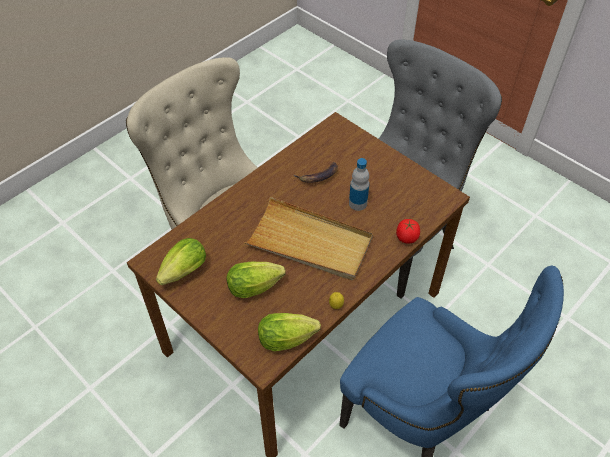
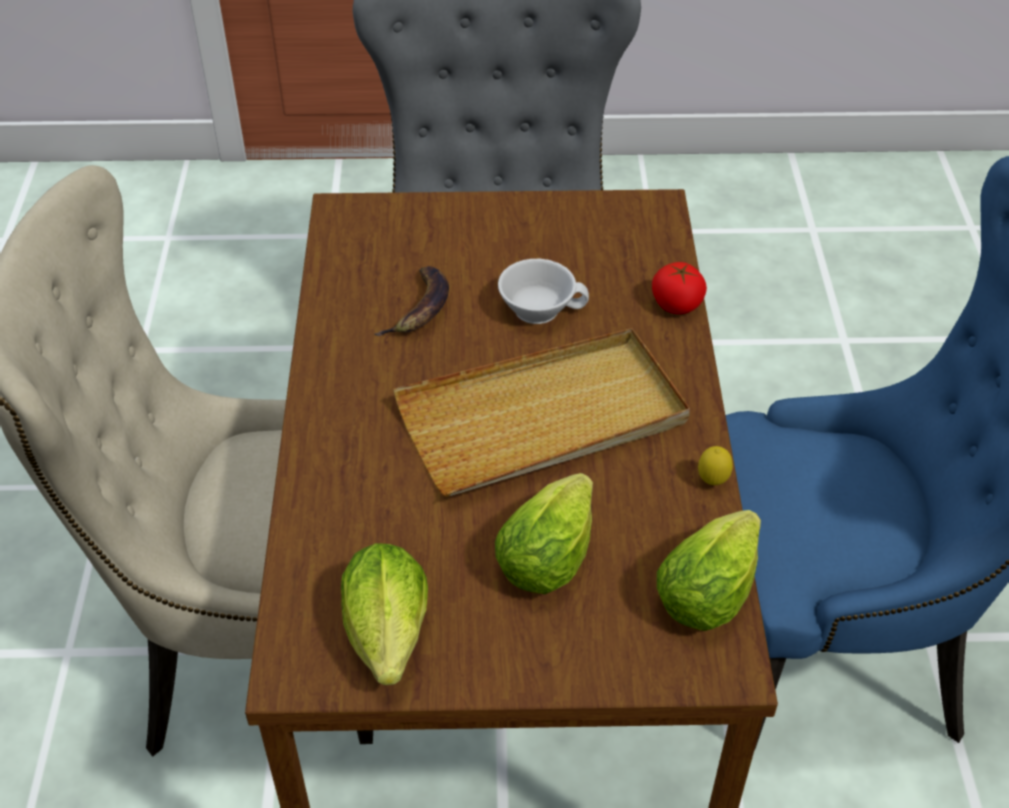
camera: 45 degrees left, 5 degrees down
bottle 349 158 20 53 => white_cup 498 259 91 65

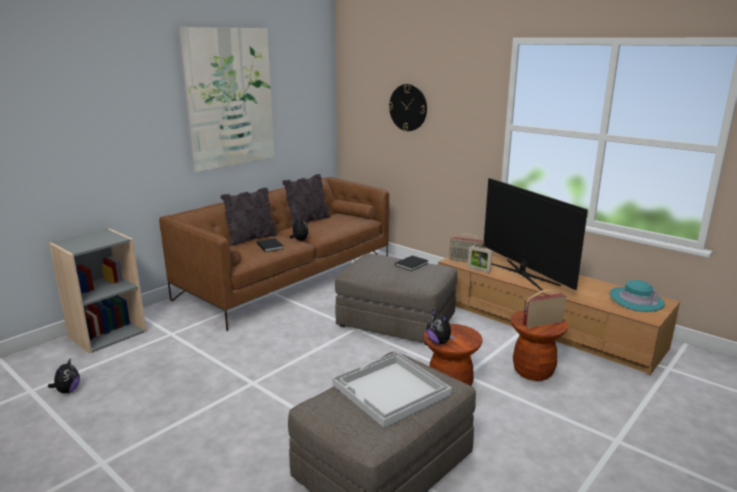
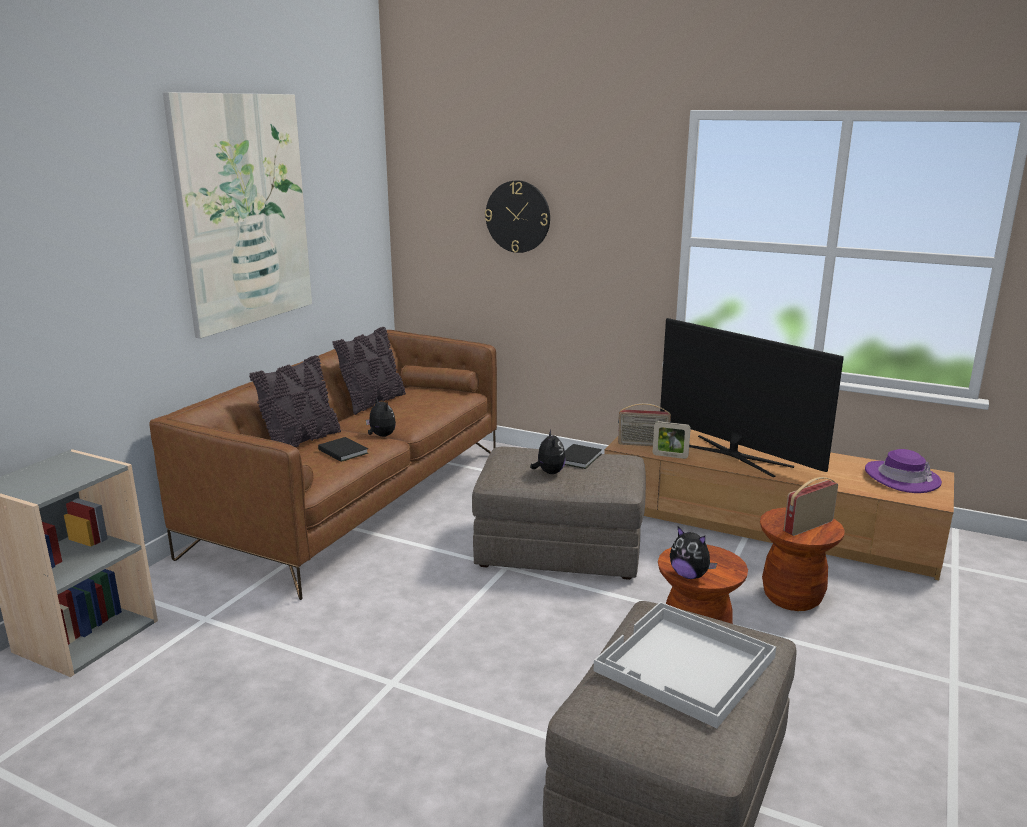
camera: 15 degrees left, 0 degrees up
plush_toy 48 359 32 34 => plush_toy 530 430 36 44, move
turquoise_hat 610 280 55 32 => purple_hat 865 449 77 44

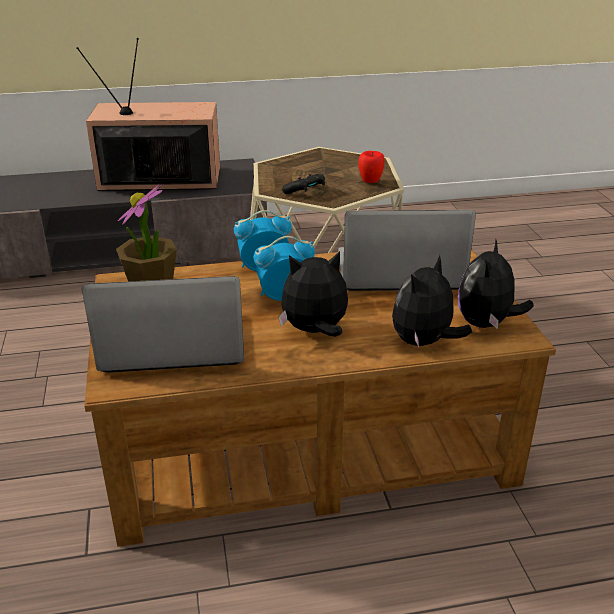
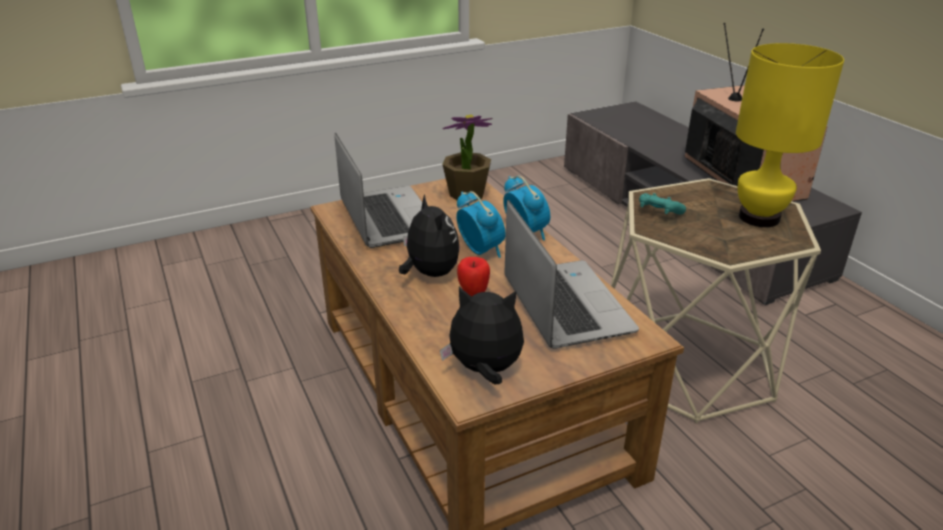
camera: 75 degrees right, 0 degrees up
black_game_controller 282 174 43 20 => turquoise_game_controller 639 193 47 22
apple 359 151 26 32 => apple 457 257 33 40, move
plush_toy 392 255 80 92 => nothing
nothing => yellow_table_lamp 736 43 108 184

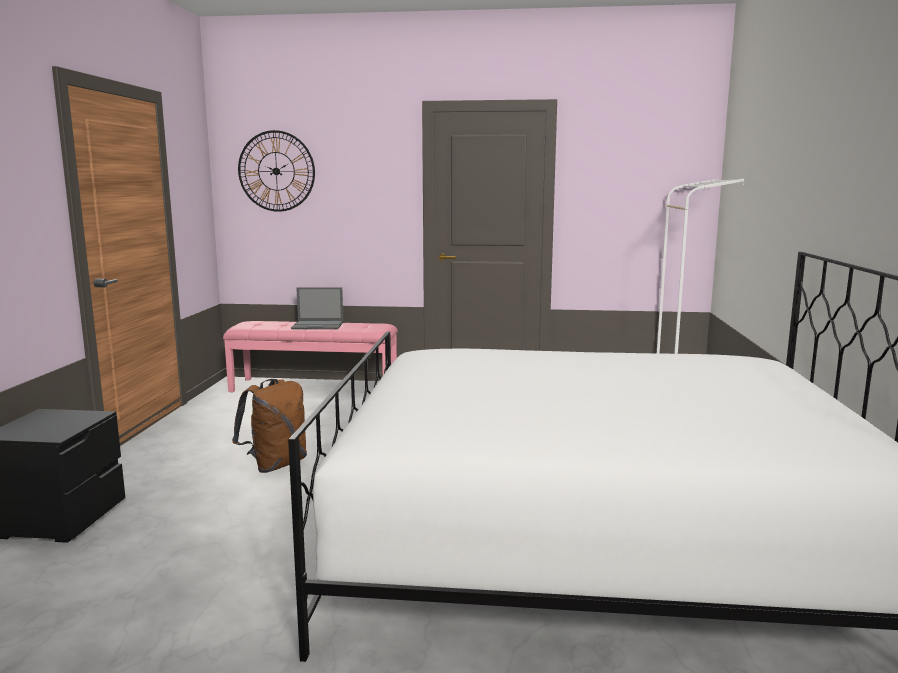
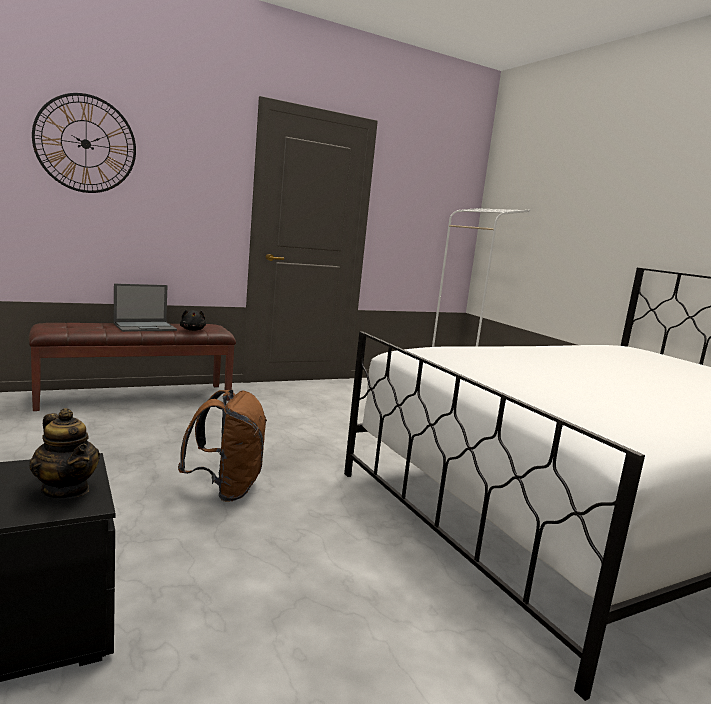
camera: 35 degrees left, 0 degrees up
pink_bench 223 321 175 71 => brown_bench 29 323 207 88
nothing => teapot 29 408 71 91
nothing => black_plush_toy 180 310 26 21

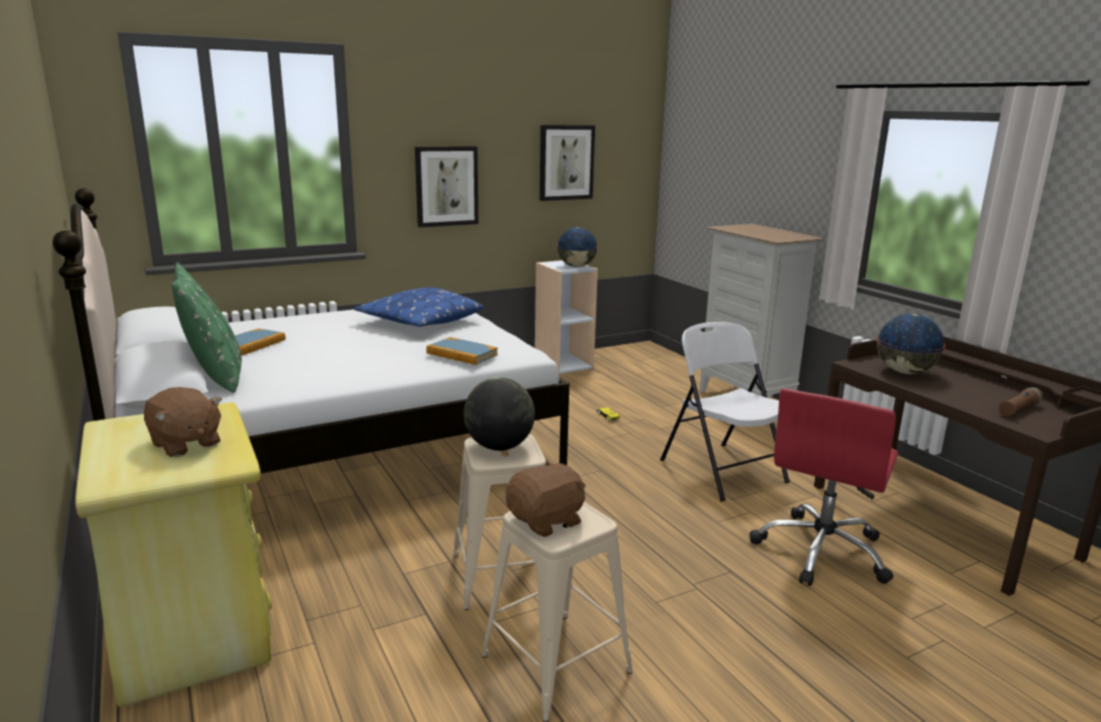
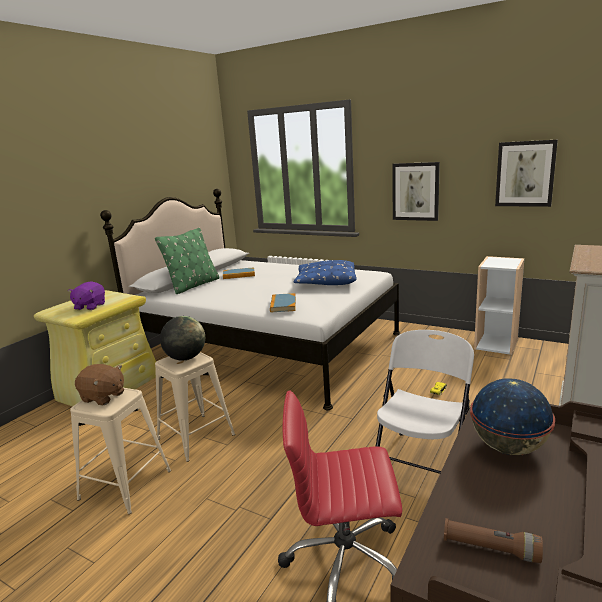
camera: 60 degrees right, 0 degrees up
brown_plush_toy 144 387 78 70 => purple_plush_toy 68 281 37 29
globe 557 227 41 40 => nothing

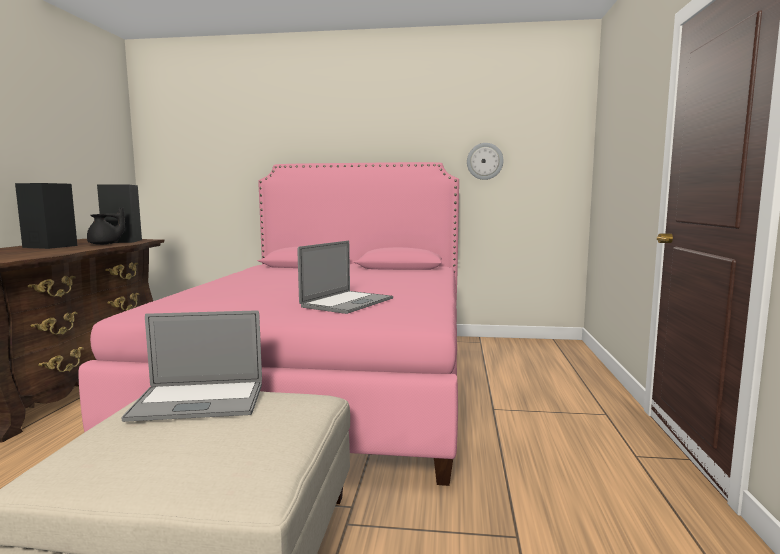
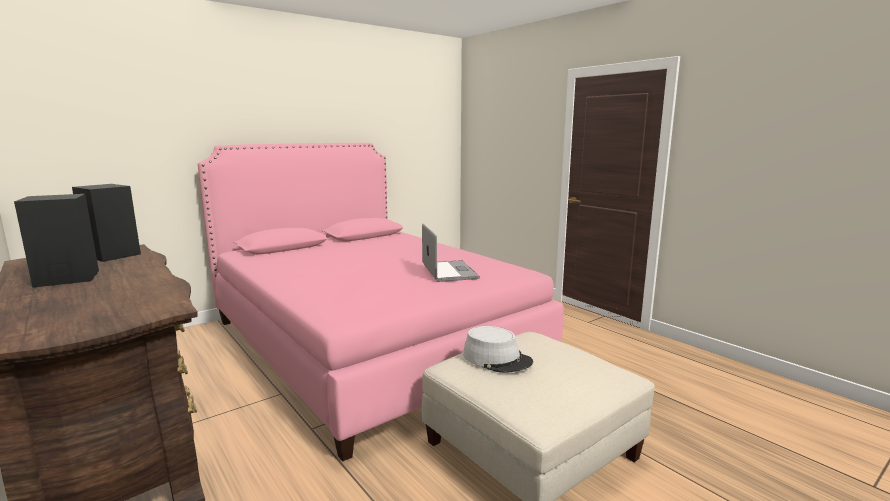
camera: 45 degrees left, 5 degrees up
black_teapot 87 207 38 38 => nothing
laptop 122 310 140 112 => grey_hat 463 326 70 47
wall_clock 467 143 37 37 => nothing

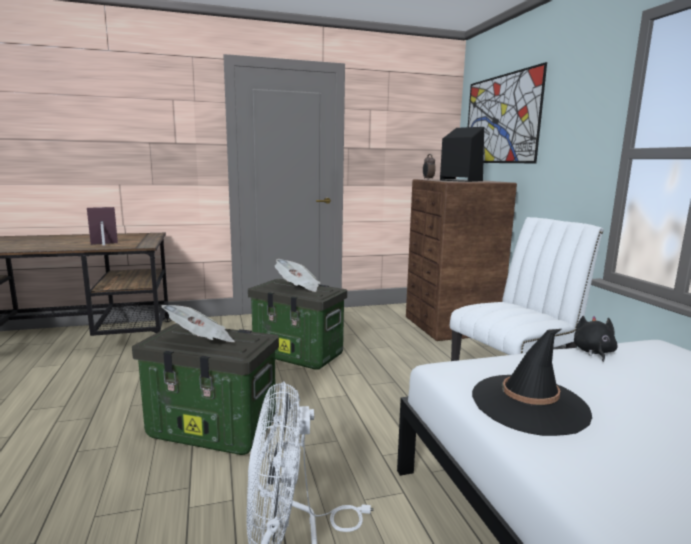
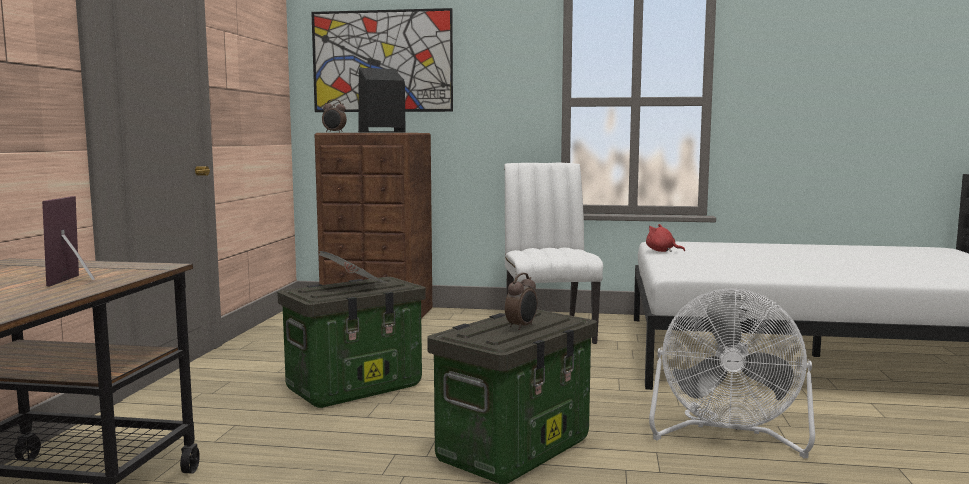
camera: 65 degrees left, 5 degrees down
newspaper 161 305 74 37 => alarm_clock 505 273 32 57
black_hat 472 329 120 107 => nothing
black_plush_toy 574 316 44 46 => red_plush_toy 646 224 39 28

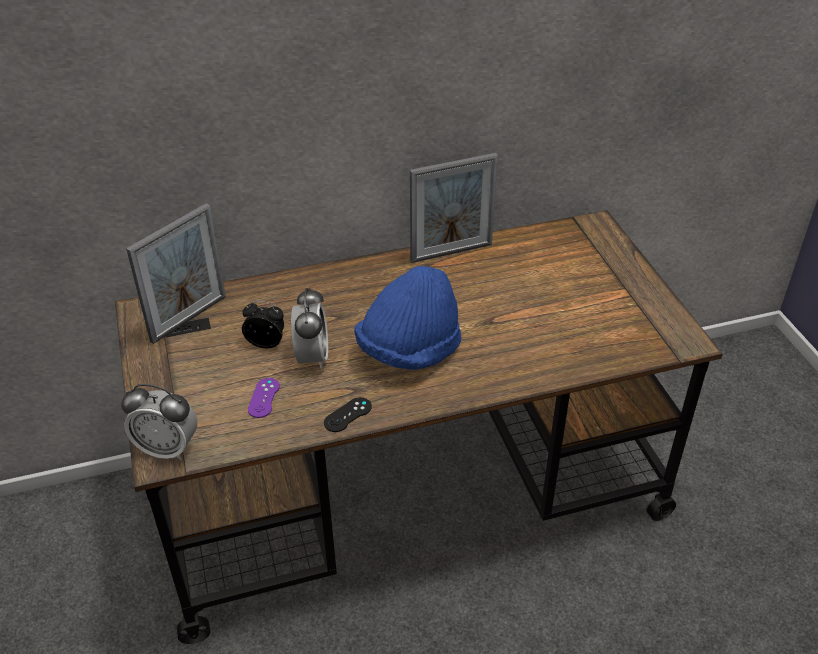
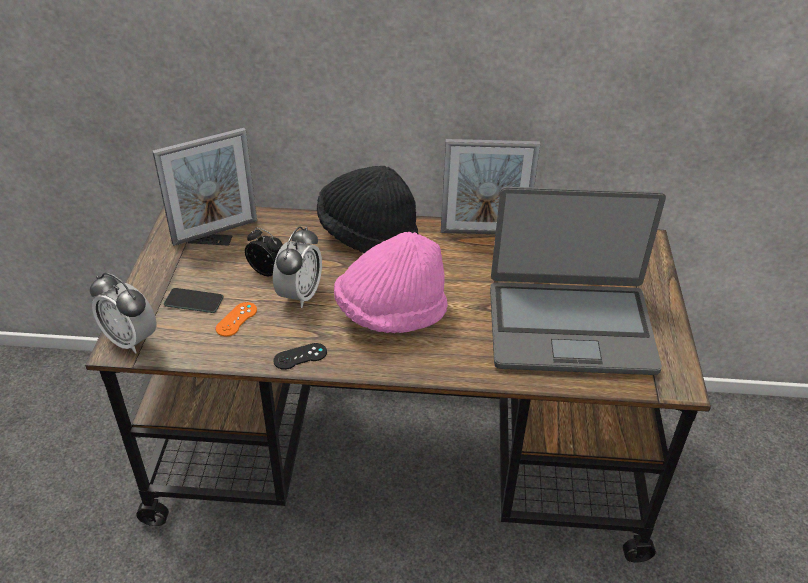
camera: 20 degrees right, 0 degrees up
purple_game_controller 248 378 32 40 => orange_game_controller 216 302 41 35
blue_hat 354 266 107 104 => pink_hat 334 232 114 101
nothing => phone 164 288 59 25
nothing => black_hat 317 166 102 87
nothing => laptop 490 186 176 189

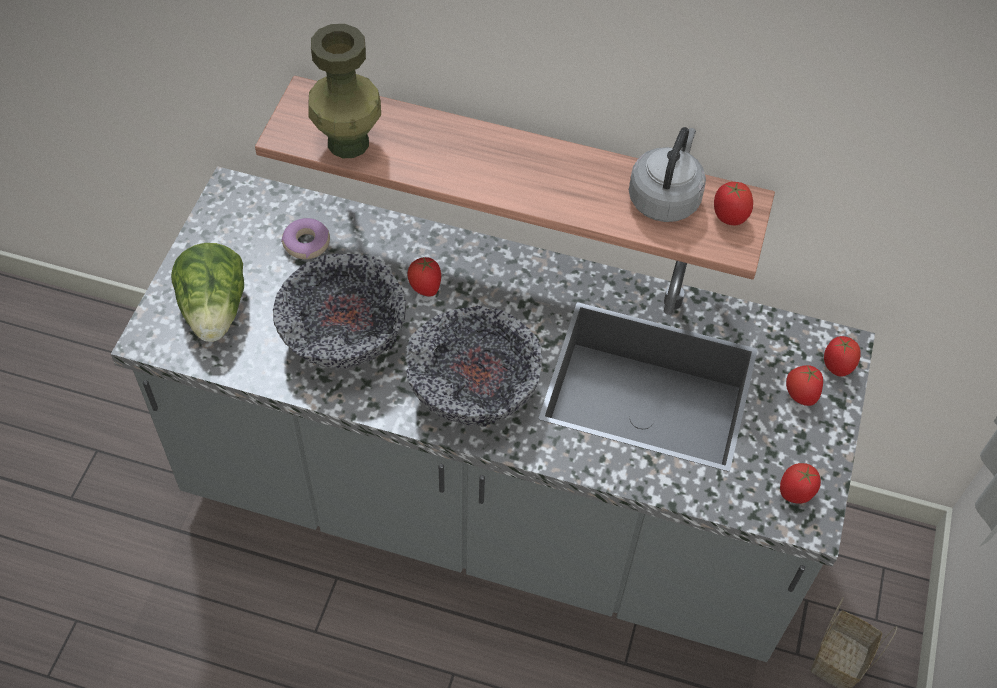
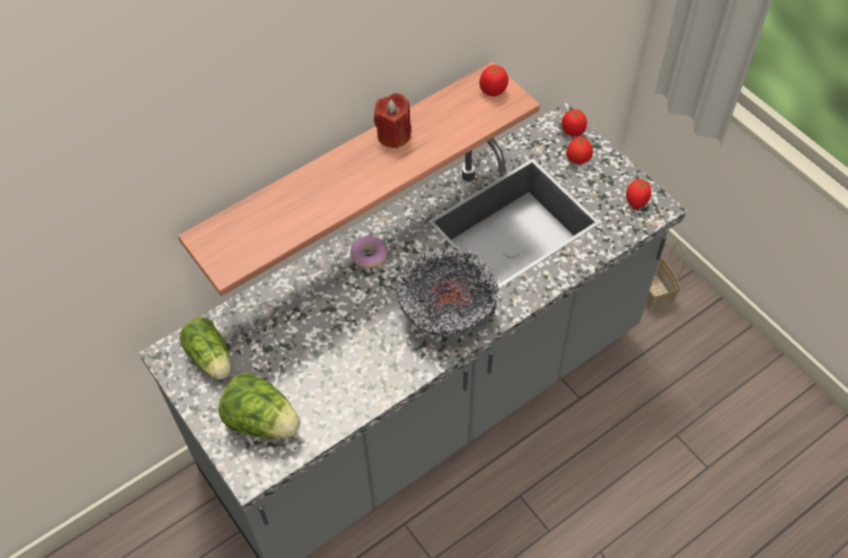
camera: 50 degrees left, 0 degrees up
bowl 273 254 133 114 => nothing
donut 281 218 49 41 => donut 350 236 37 33, move
green_vase 308 24 73 134 => nothing
tomato 408 257 33 40 => nothing
grey_kettle 629 127 77 95 => nothing
nothing => lettuce 180 317 51 63
nothing => red_candle 374 93 37 56

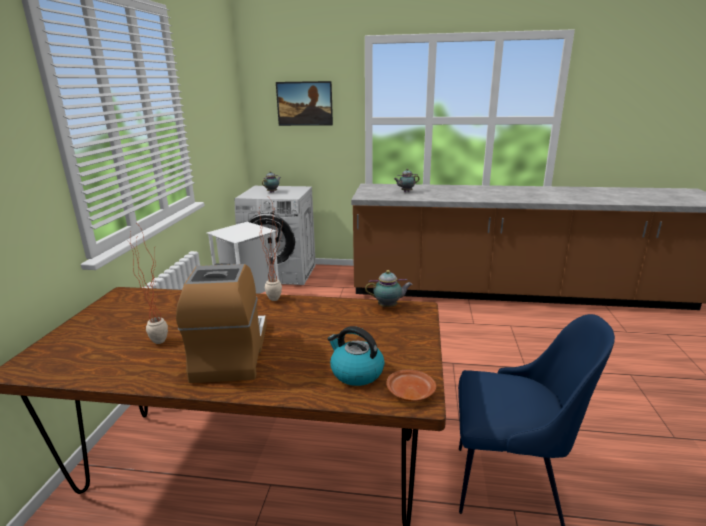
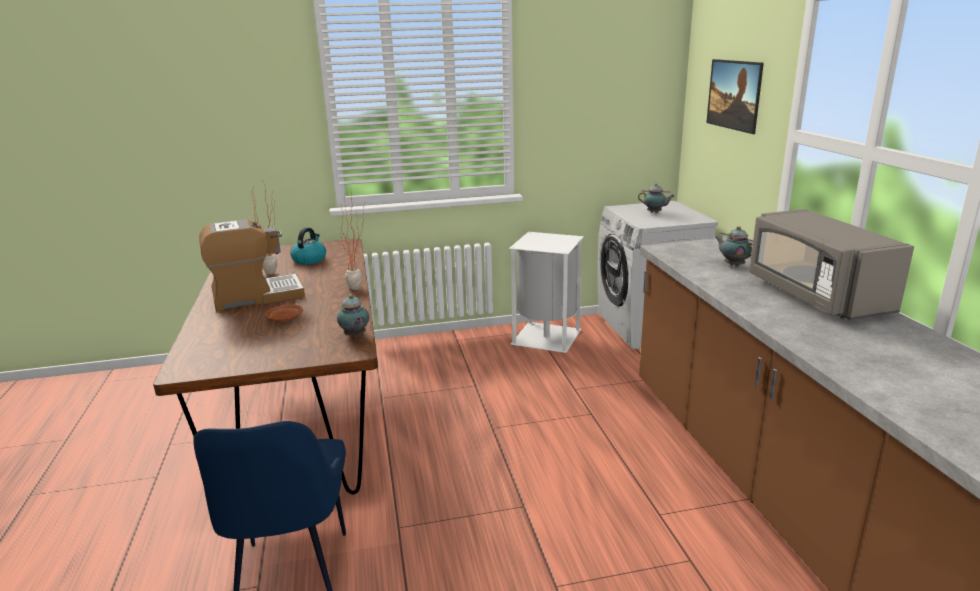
camera: 70 degrees right, 0 degrees up
kettle 327 326 58 60 => kettle 290 228 36 37, move
brown_plate 386 369 50 33 => brown_plate 265 304 38 18, move
nothing => grey_microwave 749 209 165 111

